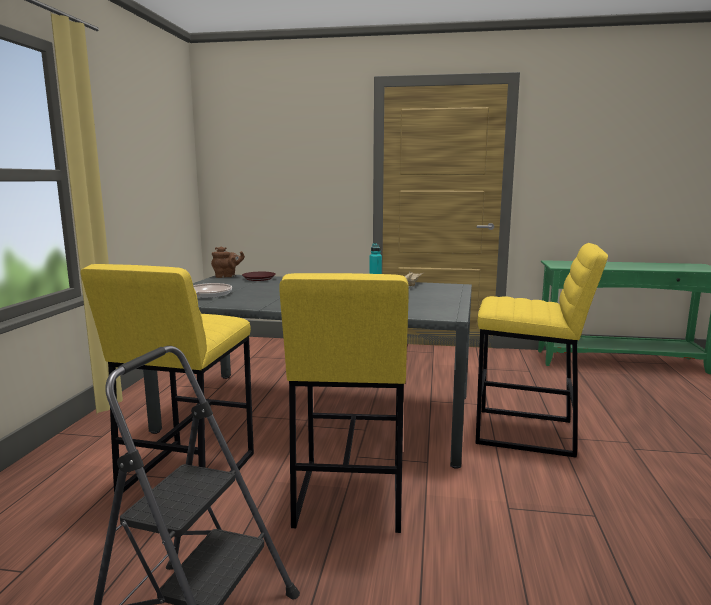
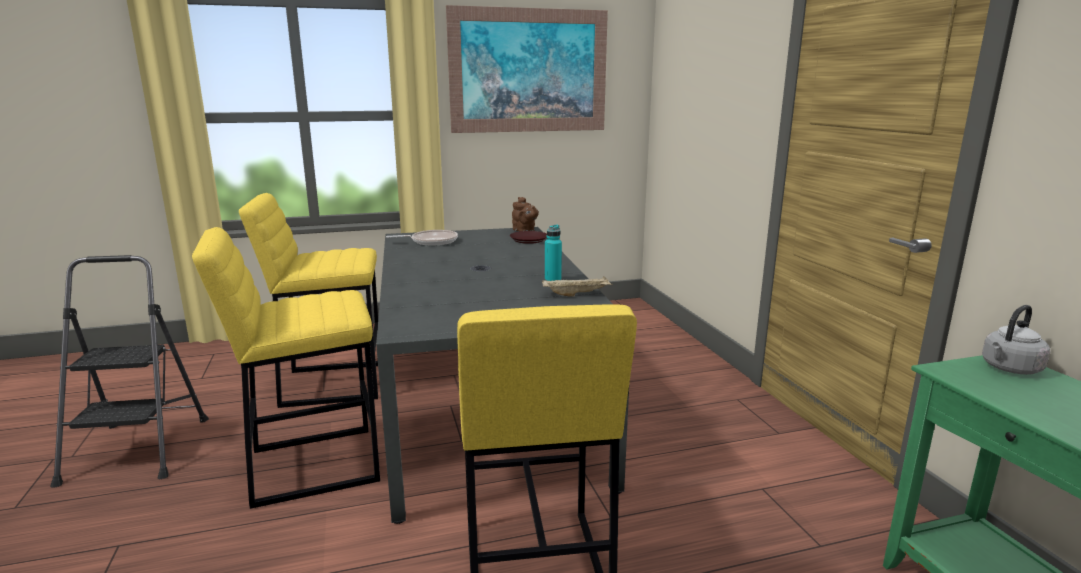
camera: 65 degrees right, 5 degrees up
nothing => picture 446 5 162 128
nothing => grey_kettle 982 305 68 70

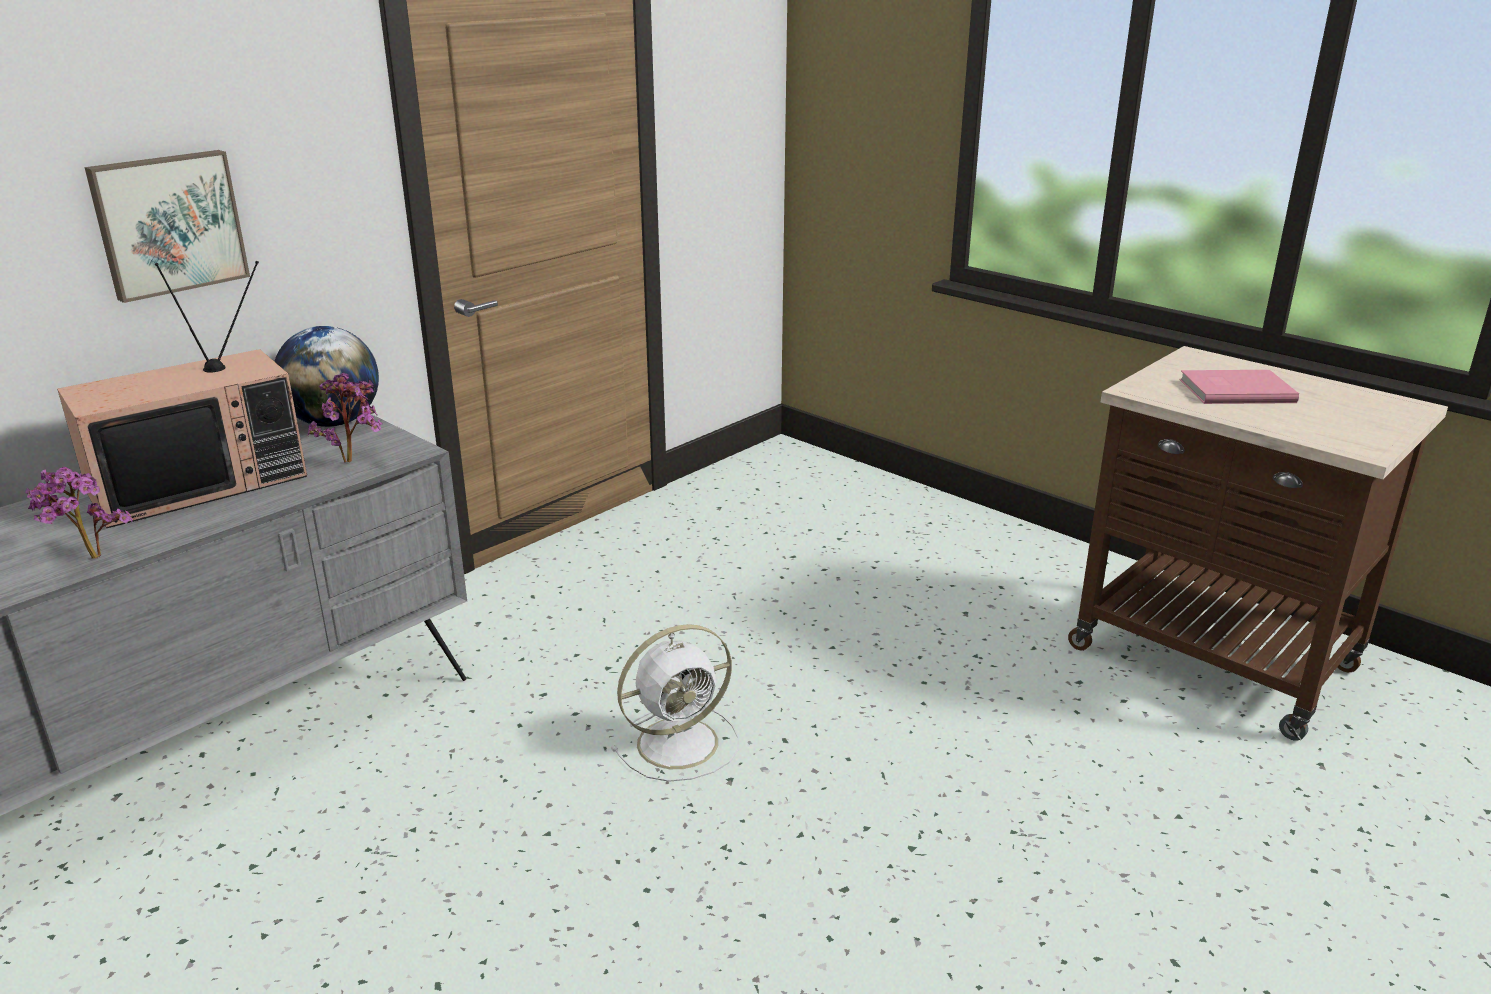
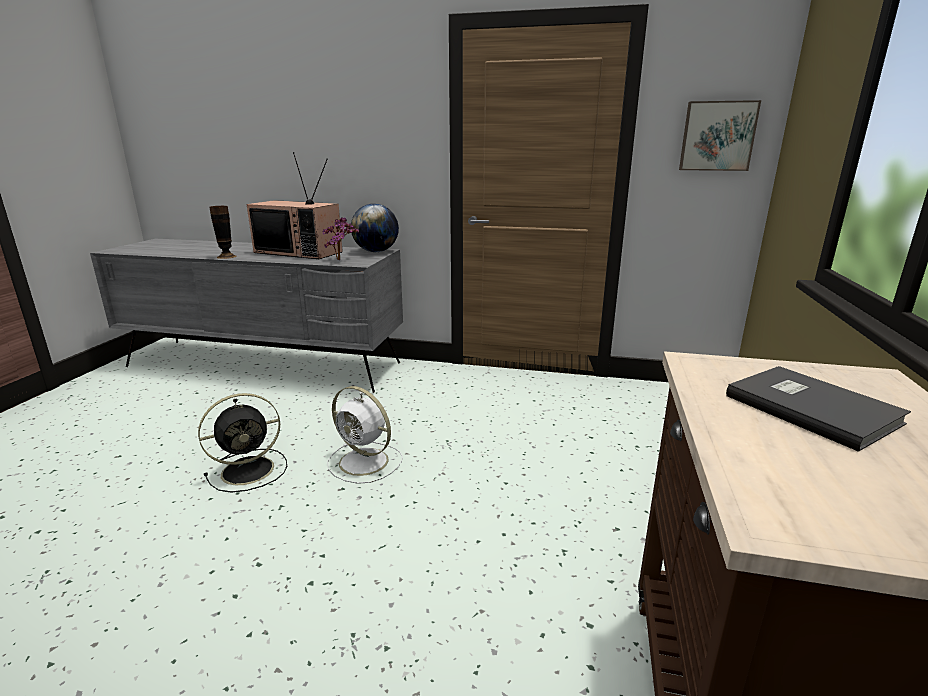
camera: 60 degrees right, 5 degrees down
potted_plant 25 467 108 92 => vase 209 206 28 53
picture 85 150 165 153 => picture 679 100 82 71, move
pink_book 1179 370 120 34 => grey_book 726 366 185 86
nothing => black_fan 198 393 89 100

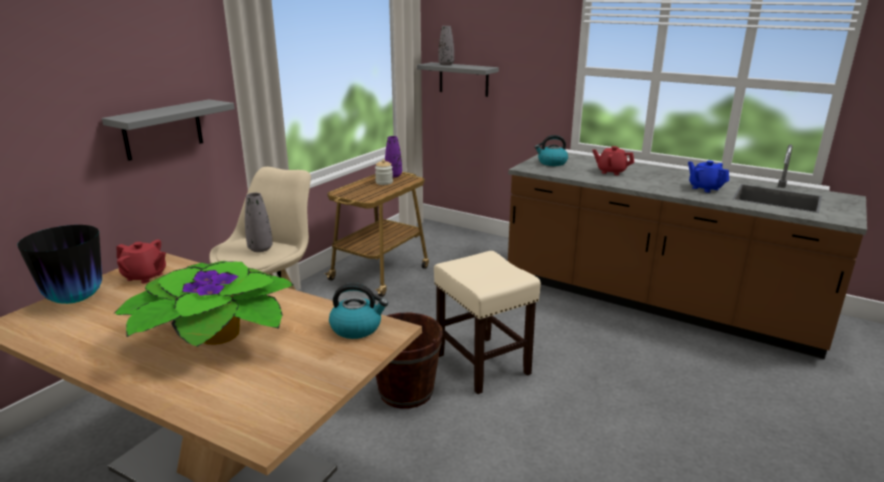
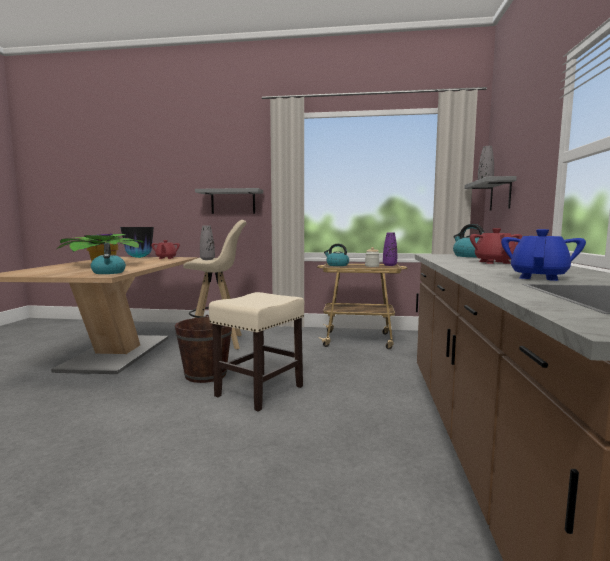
camera: 65 degrees right, 15 degrees down
nothing => kettle 324 244 25 22

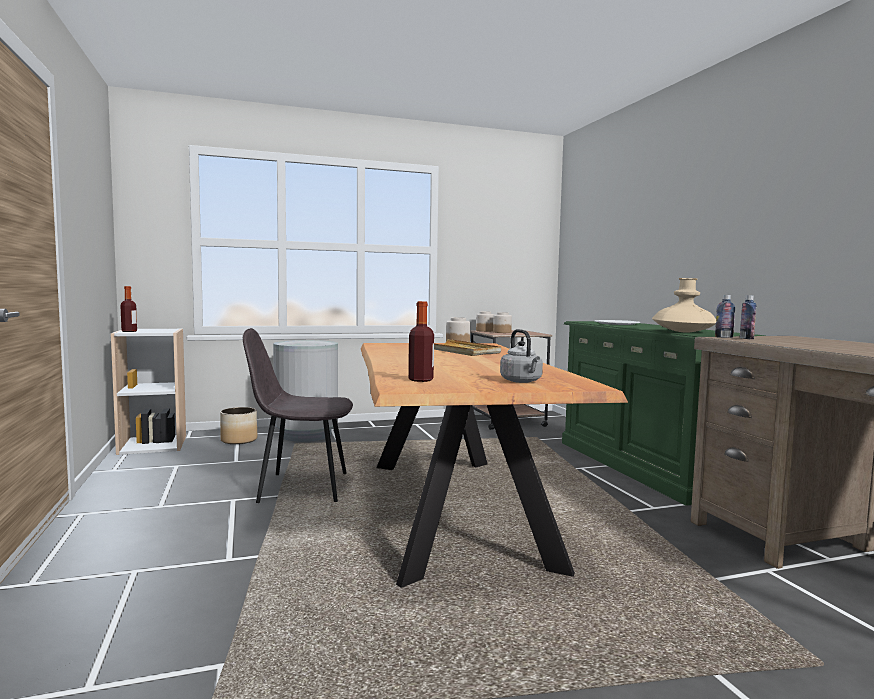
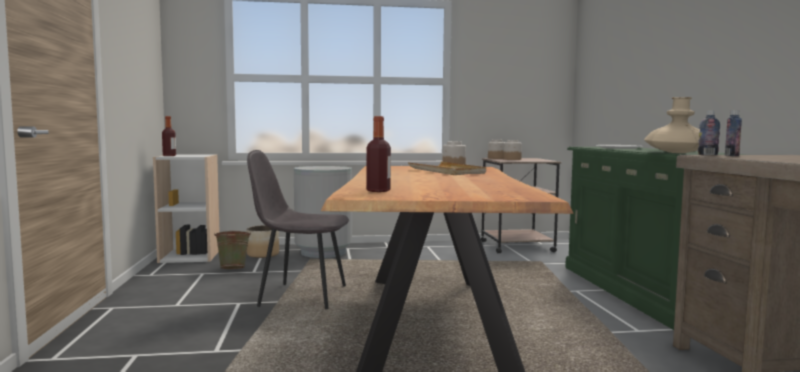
camera: 10 degrees right, 0 degrees up
grey_kettle 500 329 43 54 => nothing
nothing => green_bucket 214 231 37 38

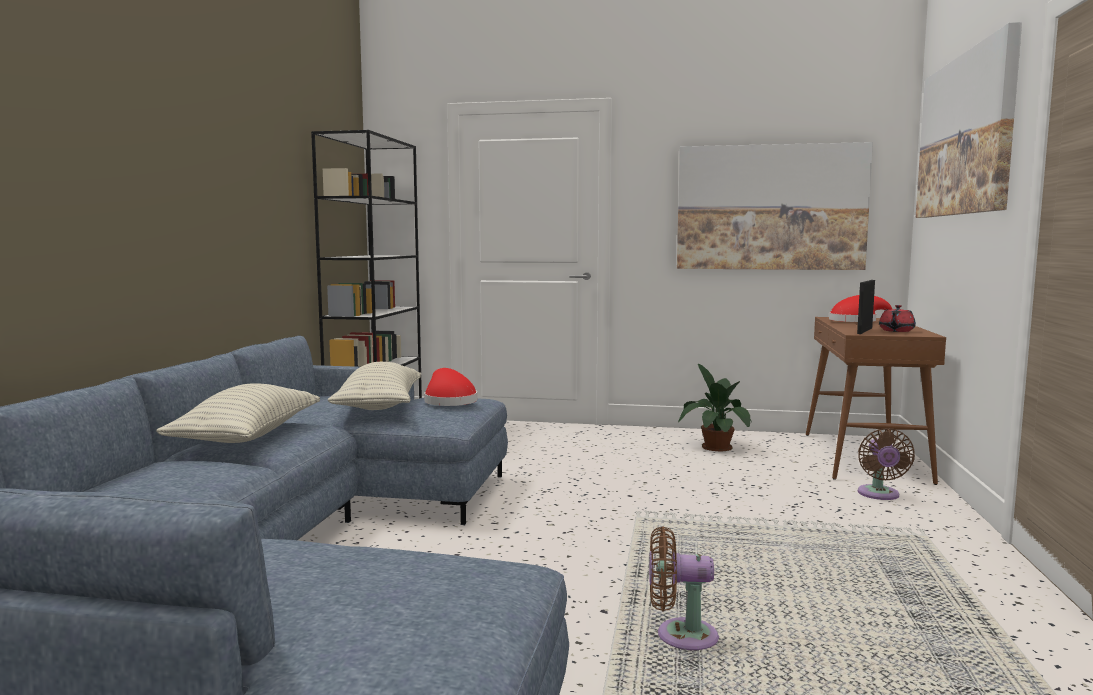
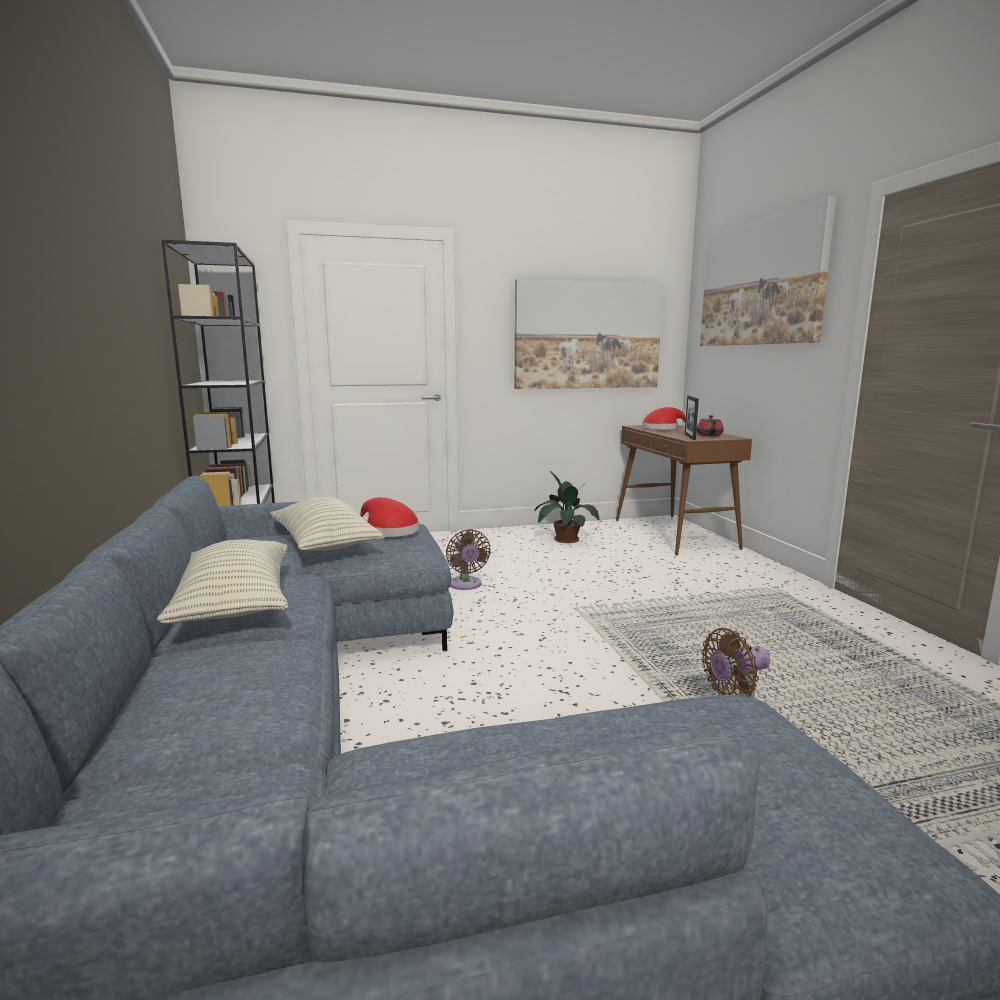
camera: 25 degrees left, 5 degrees up
brown_fan 858 428 57 72 => brown_fan 446 529 45 61, move

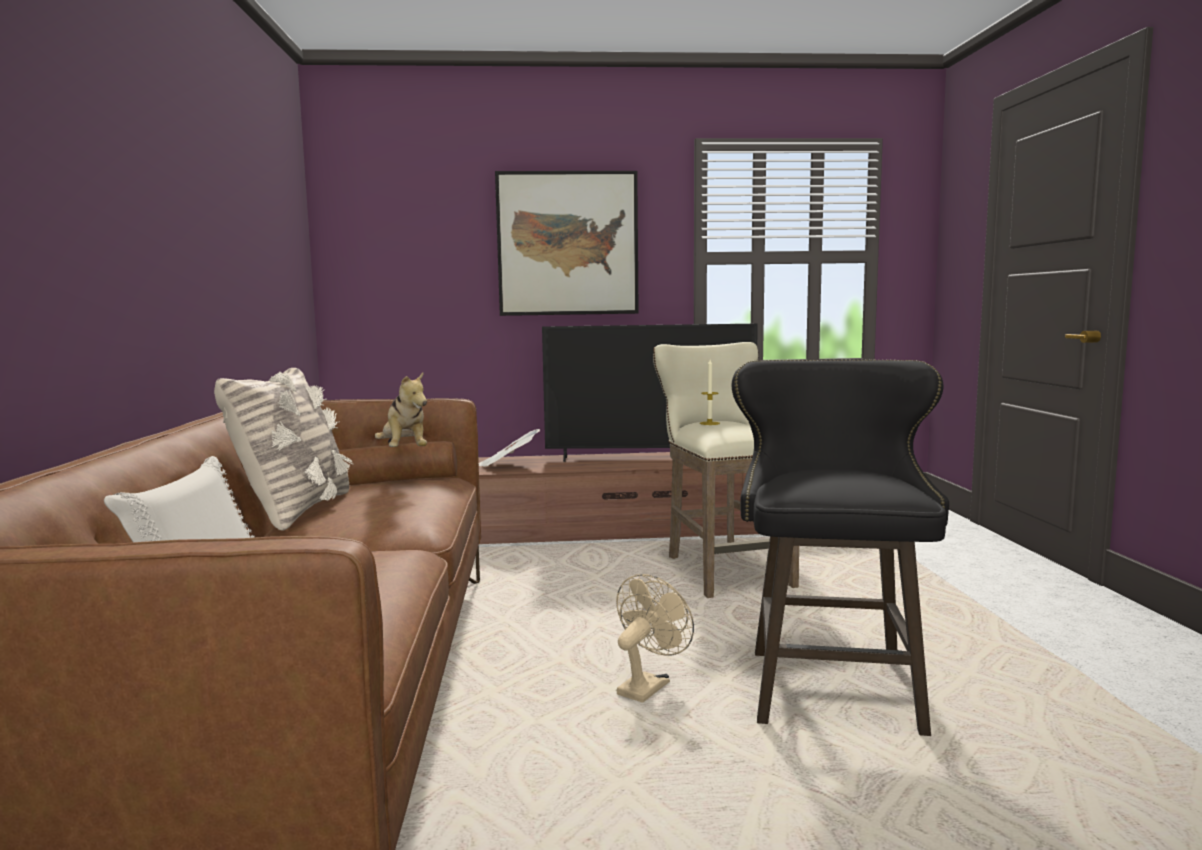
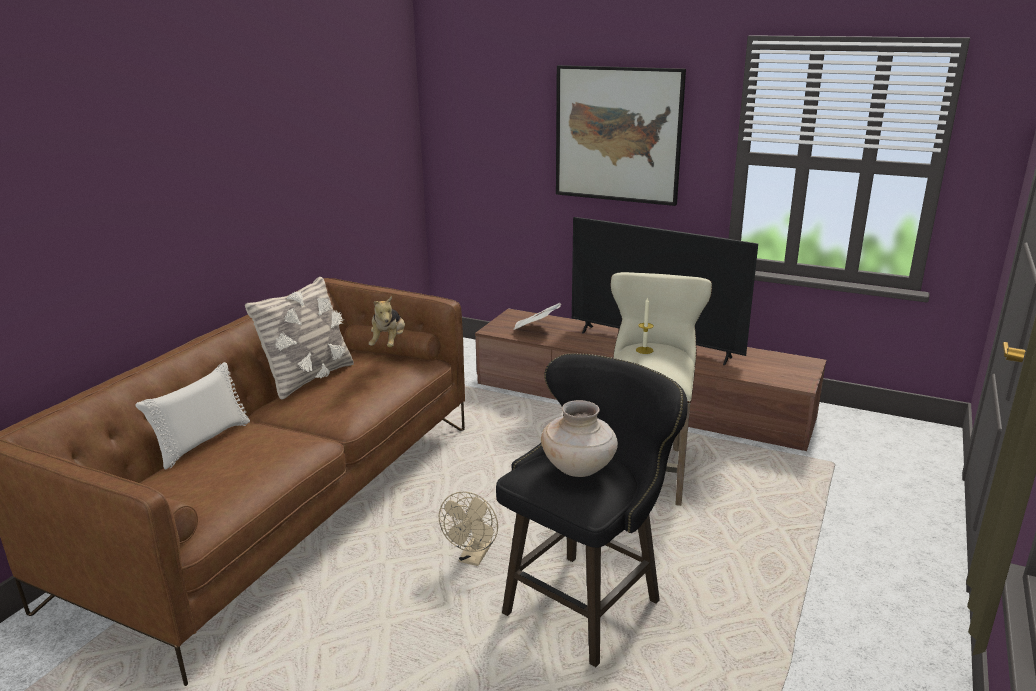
camera: 30 degrees right, 15 degrees up
beige_fan 616 574 78 129 => beige_fan 439 492 59 74, 135 degrees clockwise
nothing => beige_vase 541 400 77 77

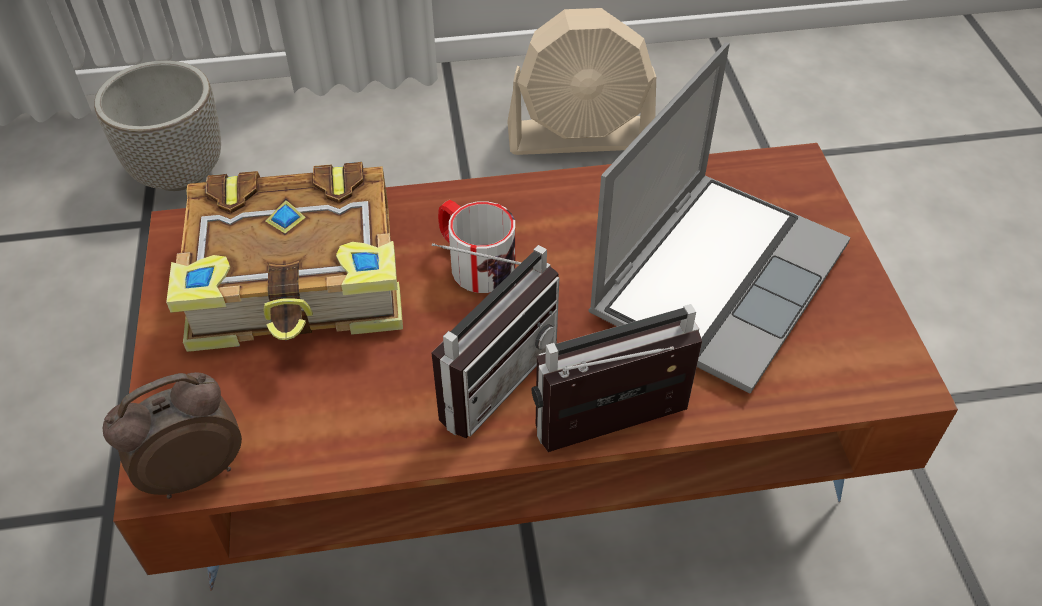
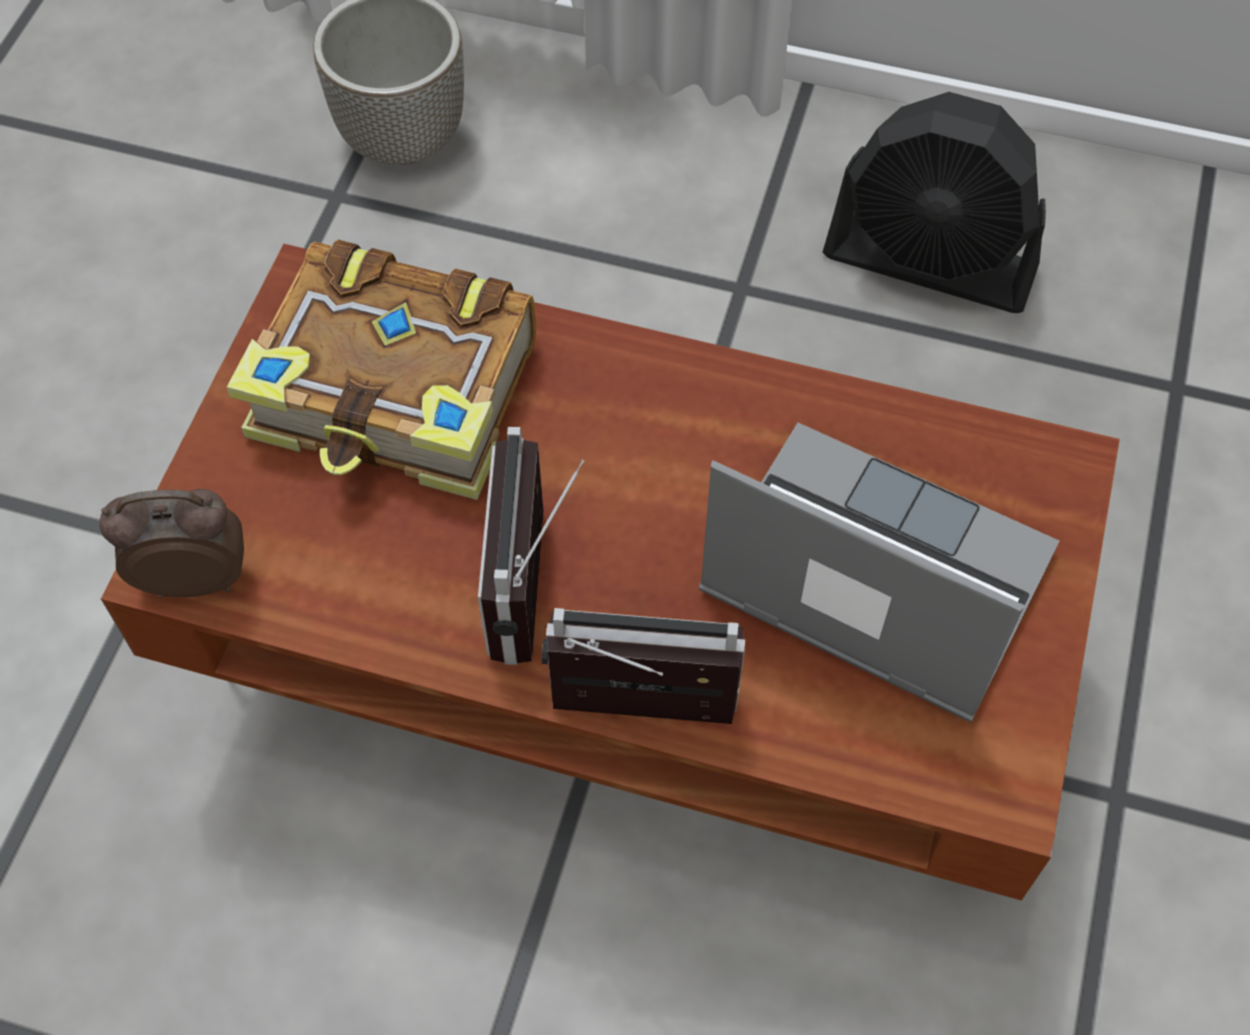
camera: 25 degrees right, 10 degrees up
radio 432 243 127 195 => radio 478 427 107 238, 120 degrees clockwise
mug 438 200 77 93 => nothing
beige_fan 507 8 149 147 => black_fan 822 92 224 221
laptop 588 42 263 352 => laptop 699 423 361 299, 120 degrees counterclockwise

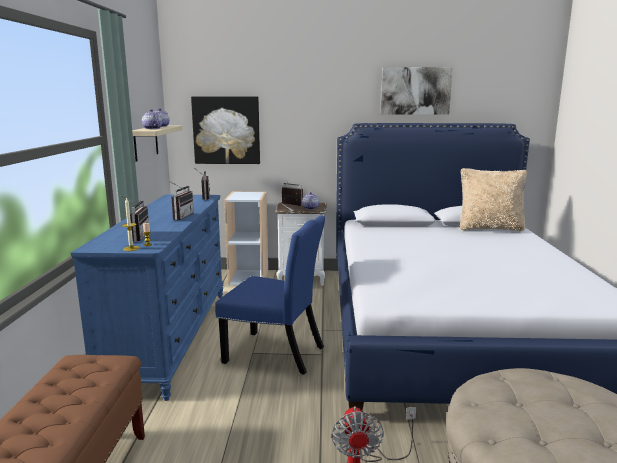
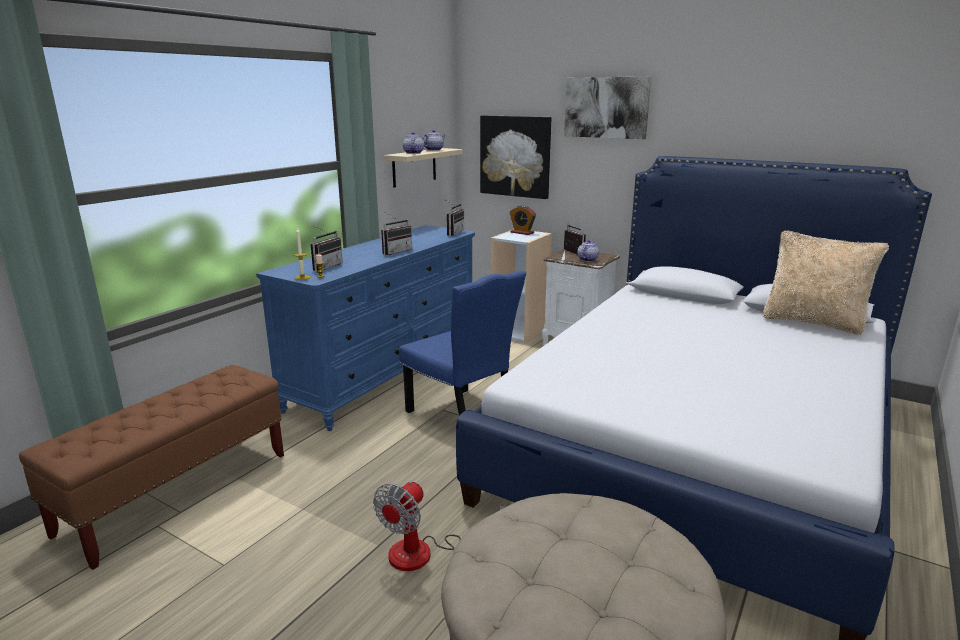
camera: 30 degrees right, 5 degrees up
picture 381 67 72 48 => picture 564 77 88 62, move
nothing => alarm_clock 510 205 26 30

